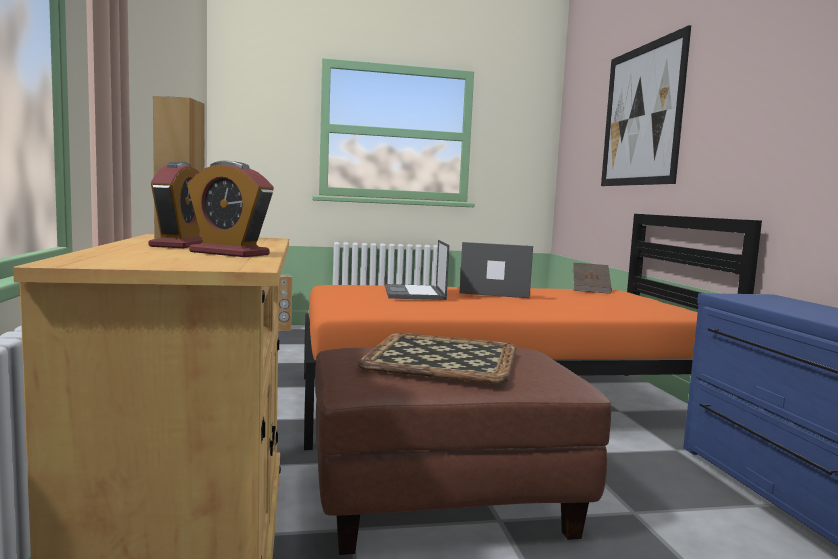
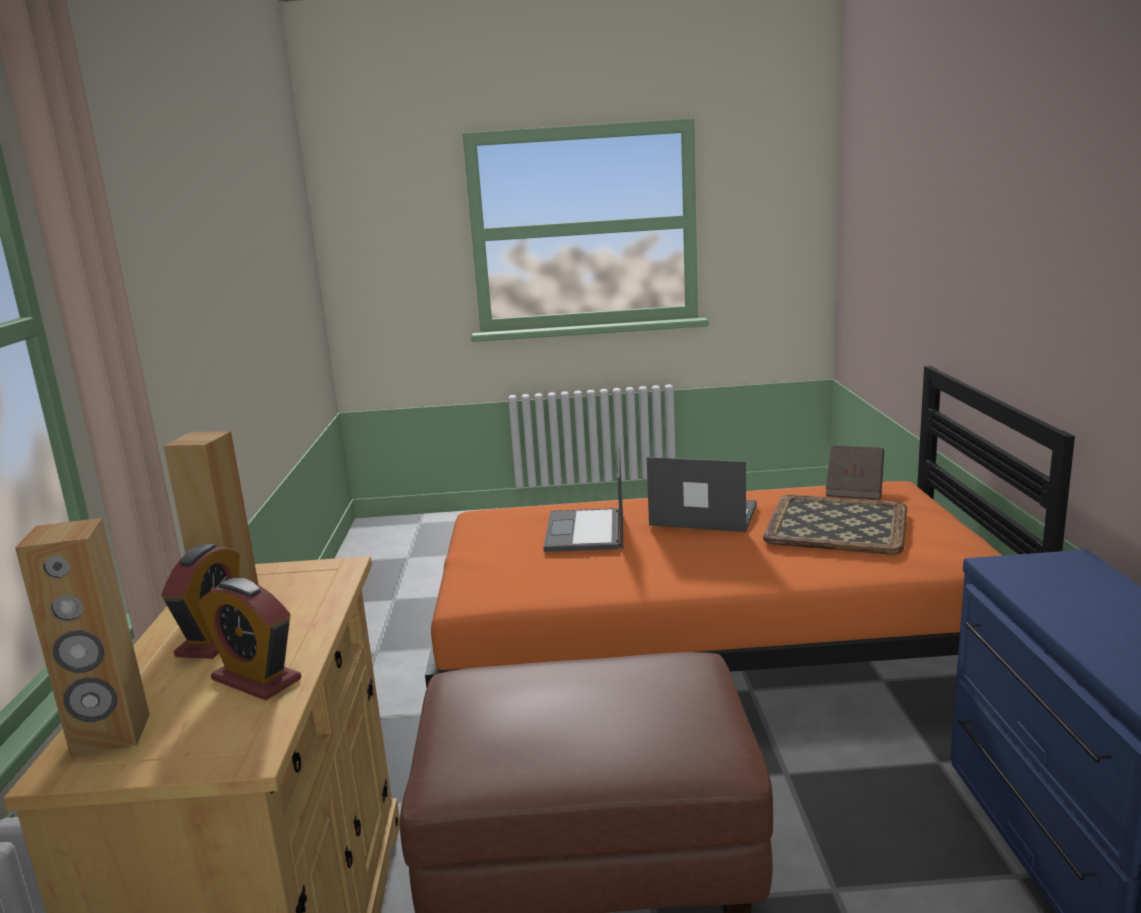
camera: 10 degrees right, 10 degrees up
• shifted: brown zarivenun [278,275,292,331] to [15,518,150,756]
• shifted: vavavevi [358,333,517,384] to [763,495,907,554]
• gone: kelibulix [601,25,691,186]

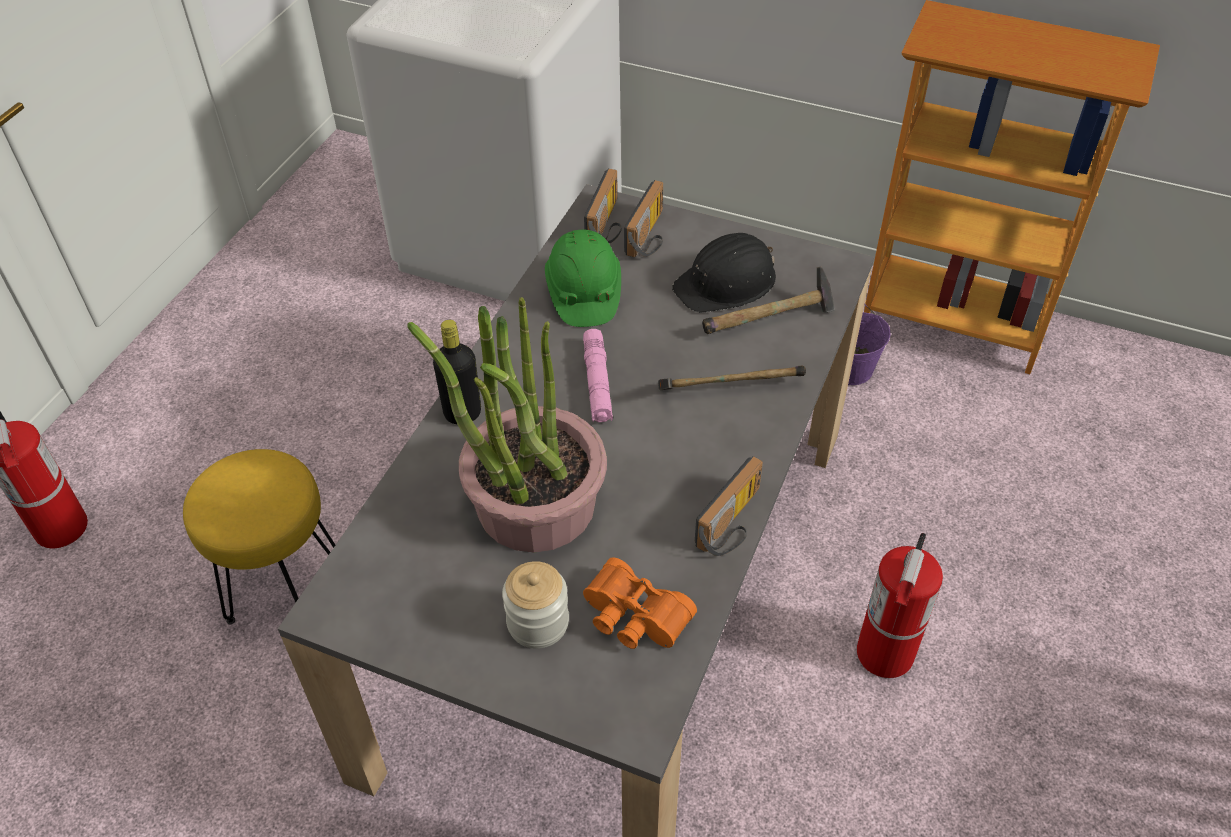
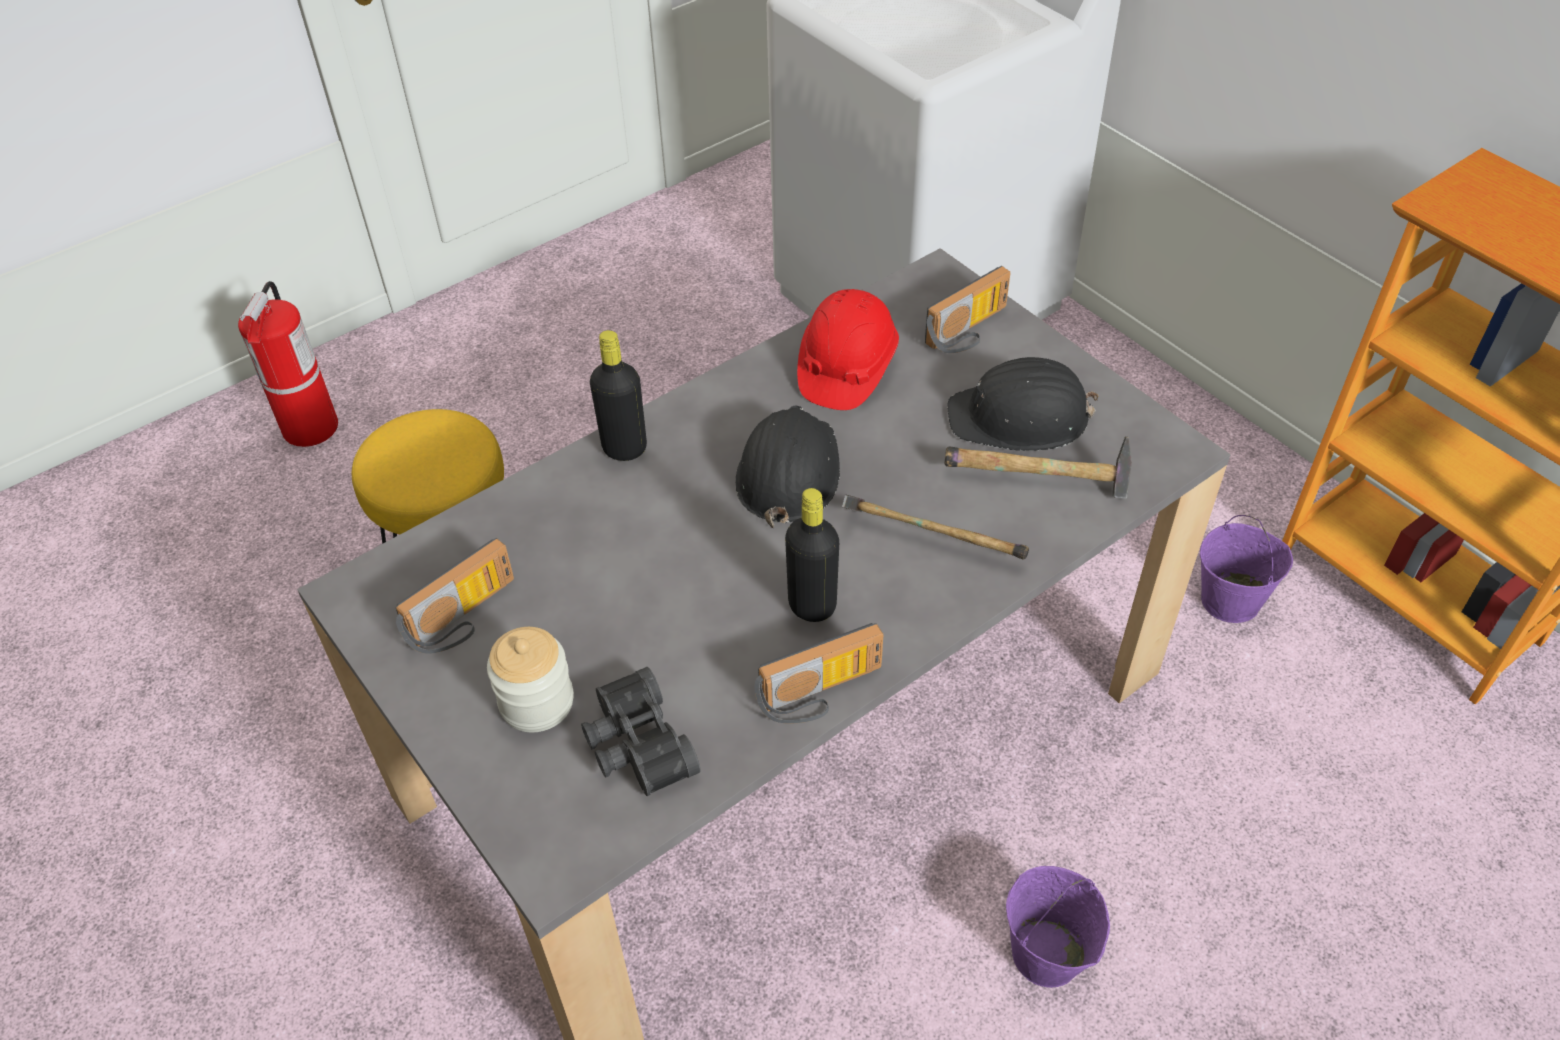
camera: 30 degrees right, 0 degrees up
• shifted: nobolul [584,169,622,244] to [396,538,514,654]
• repainted: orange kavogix [583,557,697,649] to black kavogix [581,667,701,796]
• swapped: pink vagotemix [583,329,613,422] to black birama [735,406,840,528]
• new: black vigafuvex [785,488,839,622]
• repainted: green birama [545,230,621,327] to red birama [797,289,899,410]
• swapped: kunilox [857,533,943,678] to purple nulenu [1006,866,1110,988]
• gone: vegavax [407,297,607,552]

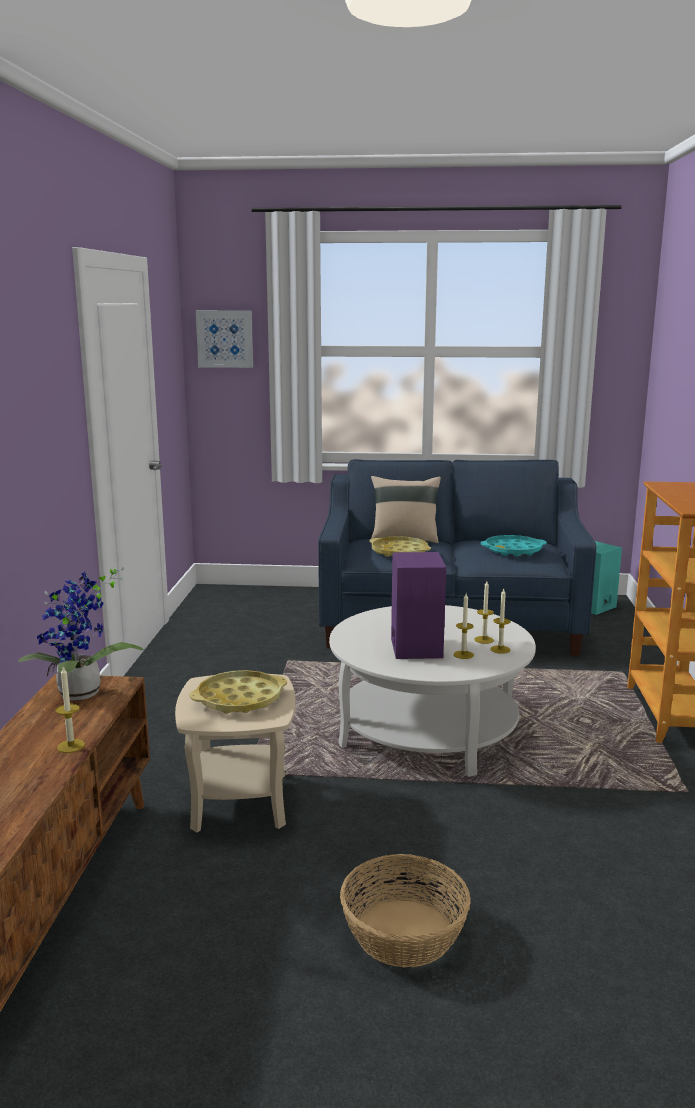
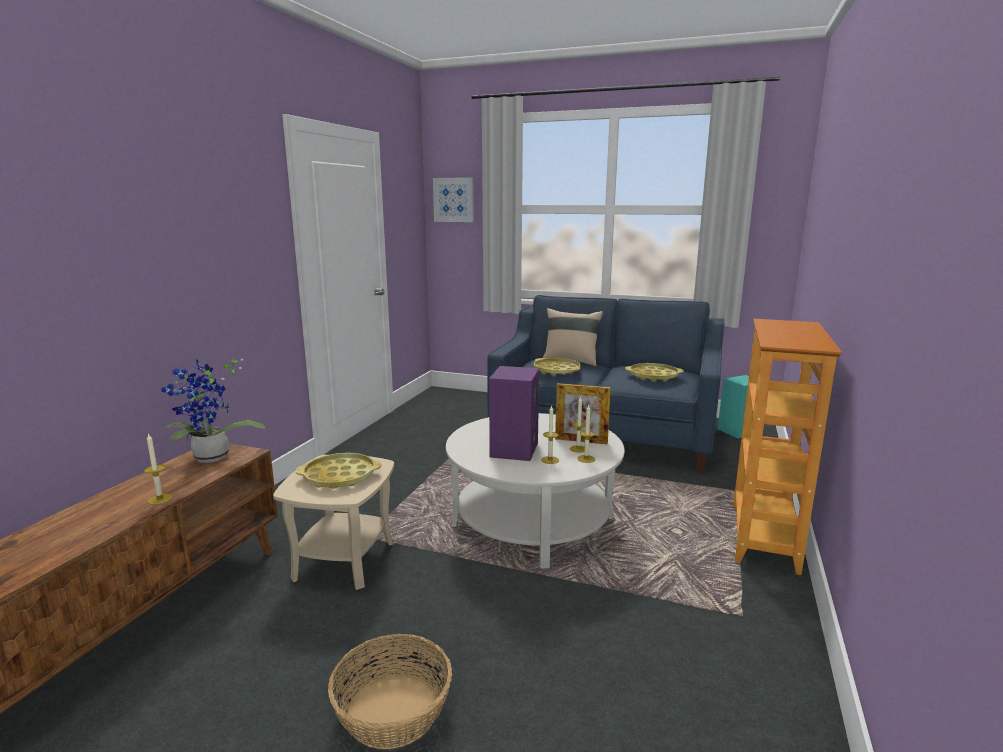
camera: 15 degrees right, 0 degrees up
• new: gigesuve [555,383,611,444]
• repainted: turquoise vavavevi [480,535,547,556] to yellow vavavevi [625,363,684,381]

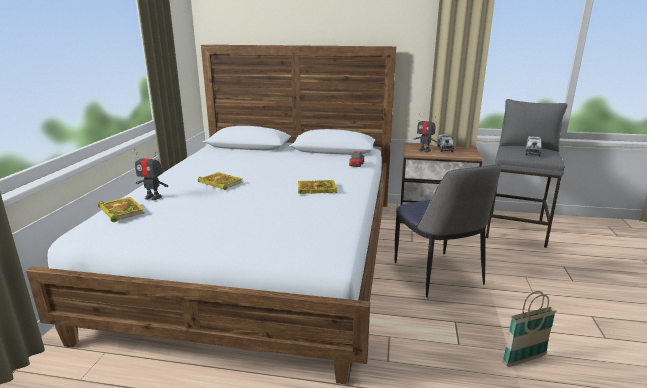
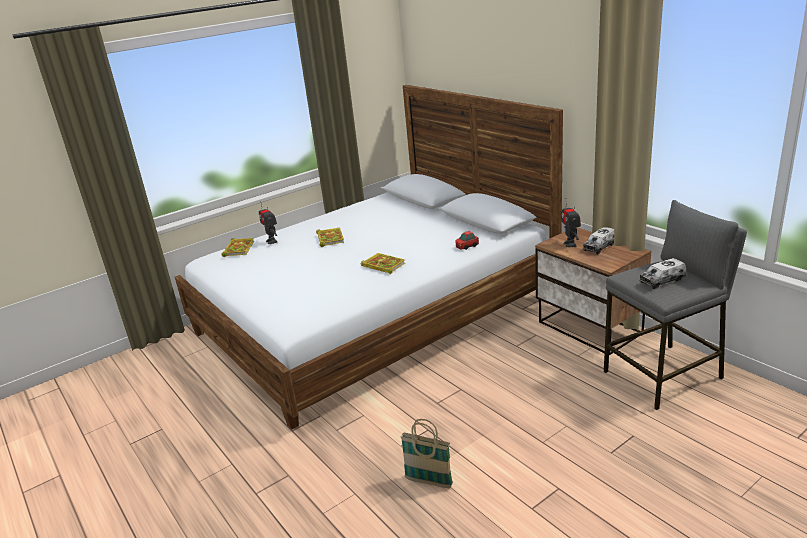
camera: 45 degrees right, 5 degrees up
• gone: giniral [395,164,501,297]

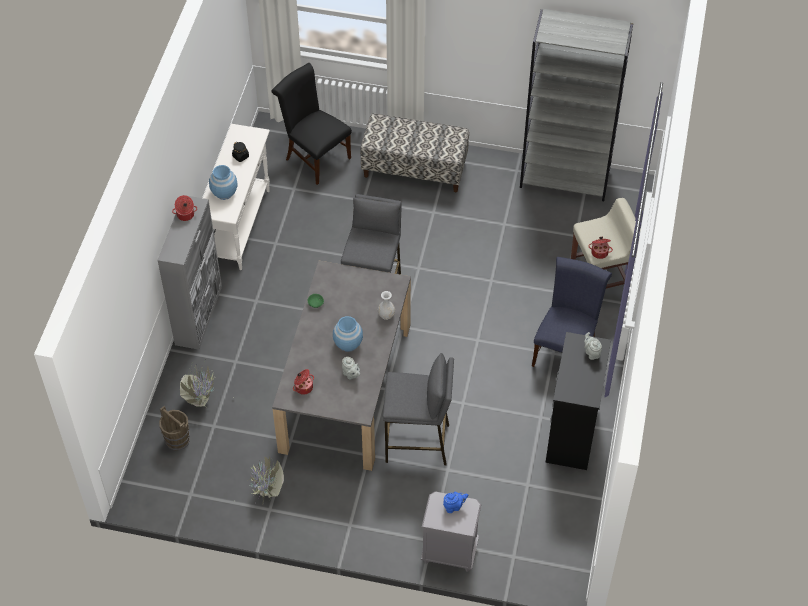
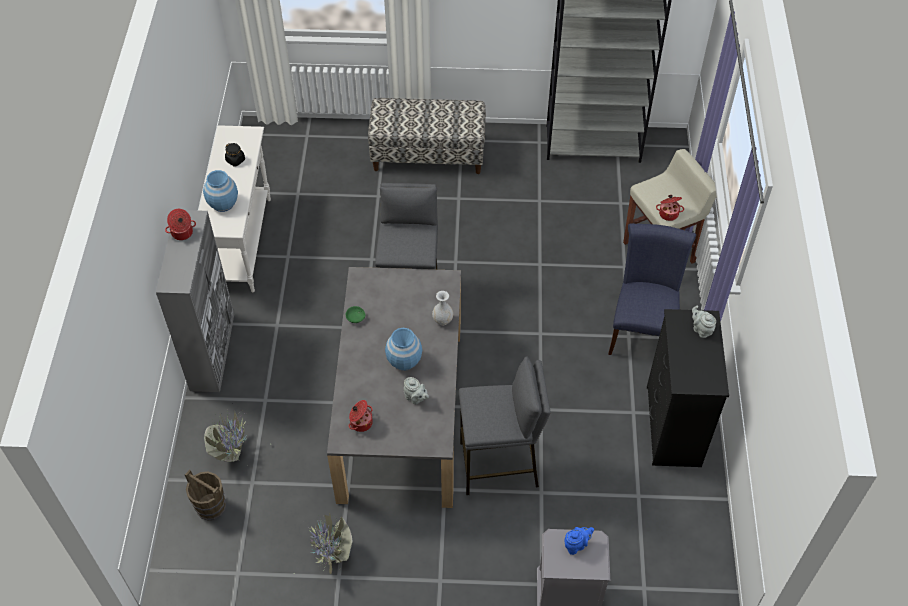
camera: 10 degrees left, 0 degrees up
• gone: black giniral [272,63,352,185]

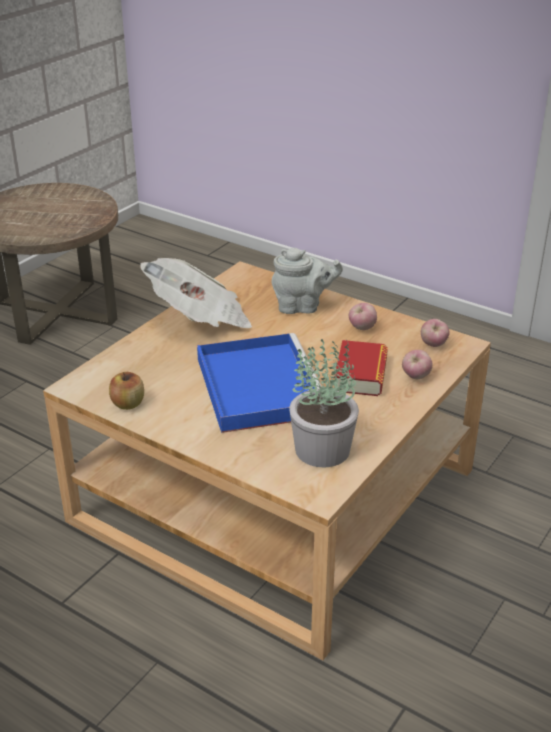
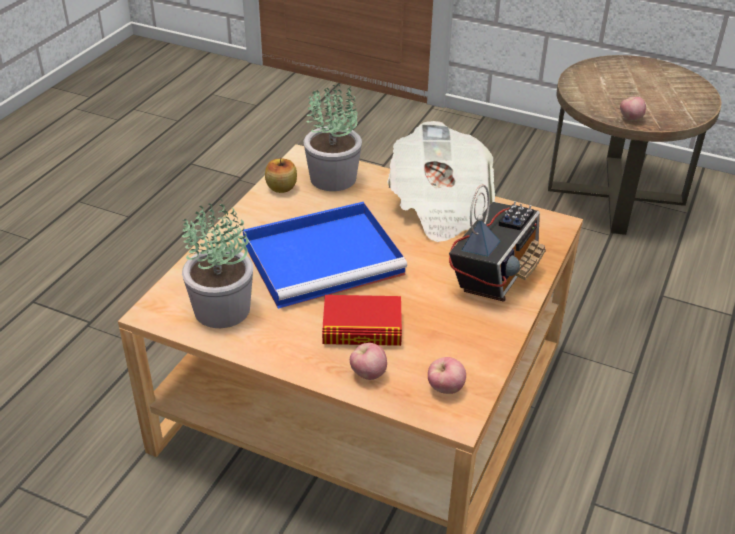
camera: 80 degrees right, 5 degrees up
• new: vegavax [304,83,362,191]
• swapped: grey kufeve [272,248,343,314] to nobolul [449,185,545,302]
• shifted: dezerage [349,303,377,330] to [620,97,646,120]

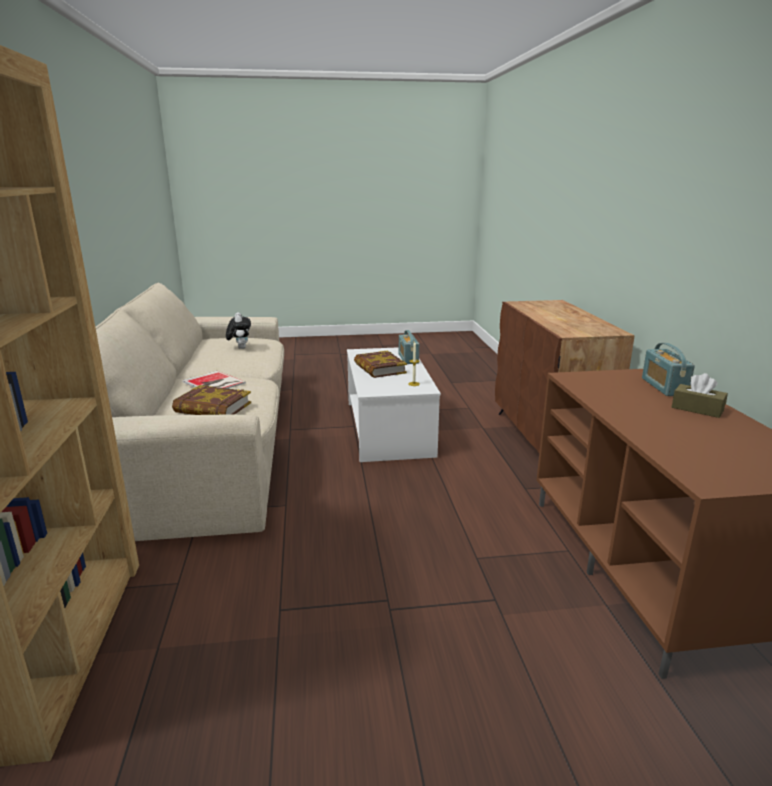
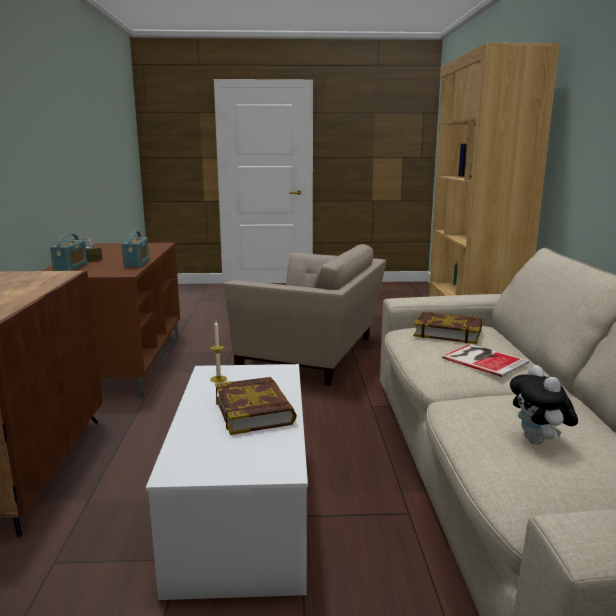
camera: 175 degrees left, 5 degrees down
• shifted: nobolul [399,330,419,364] to [122,231,149,268]
• new: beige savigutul [224,244,386,386]

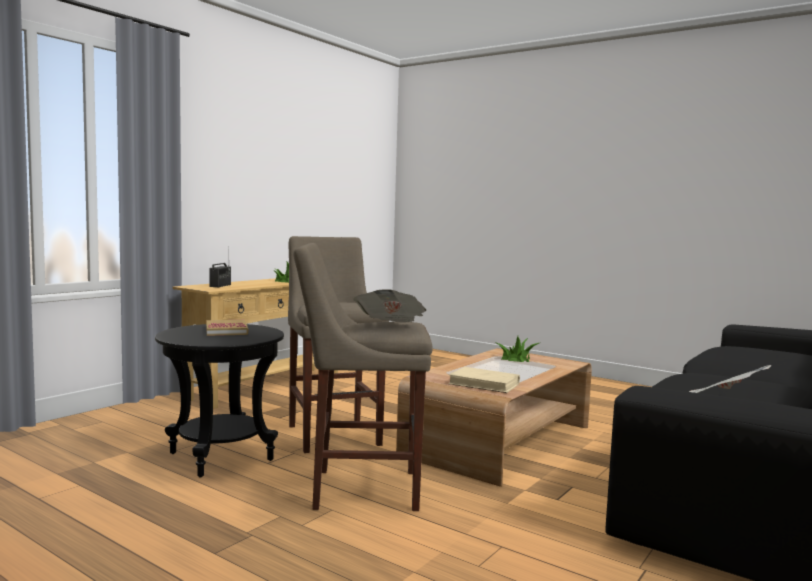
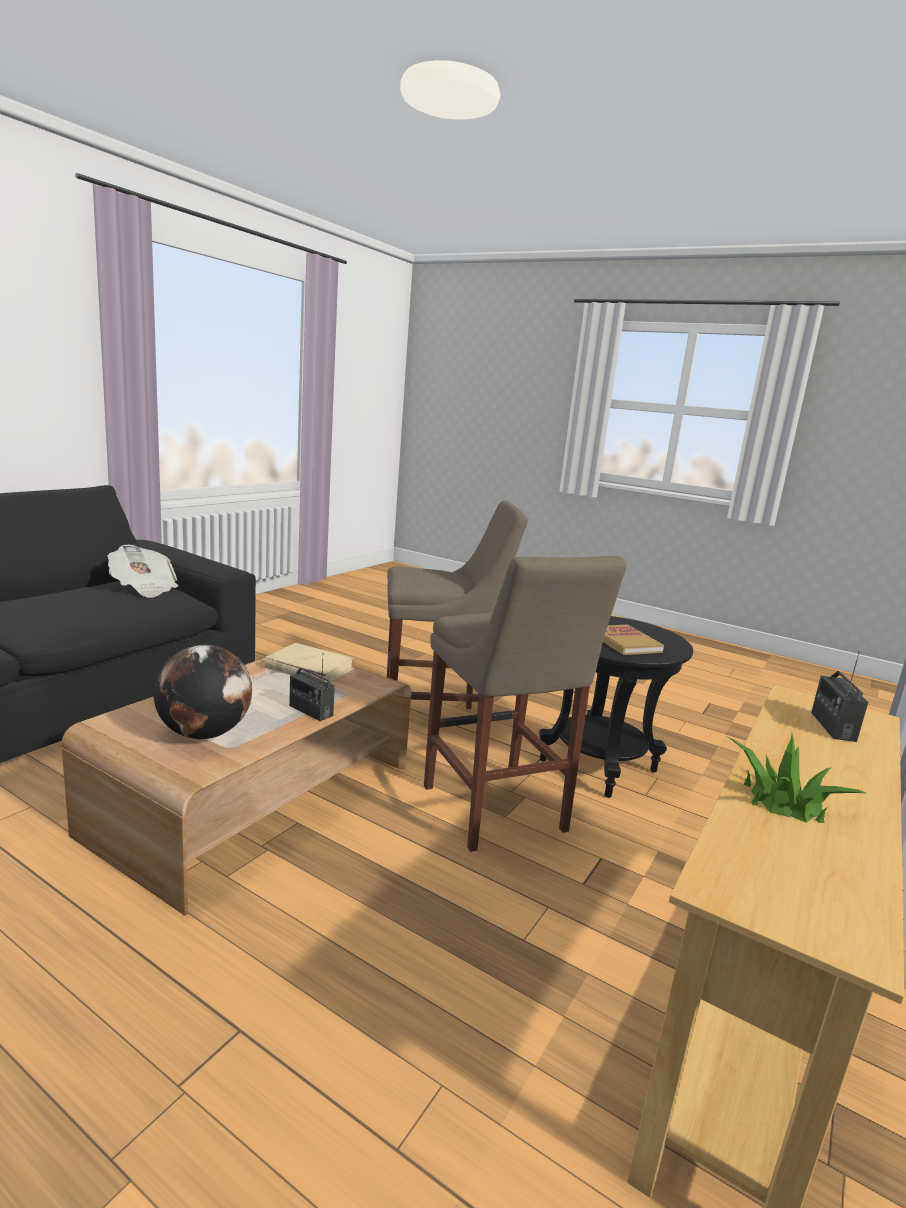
camera: 175 degrees right, 10 degrees up
• swapped: vegavax [497,336,539,362] to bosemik [153,645,252,739]
• new: nobolul [289,659,335,721]
• gone: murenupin [353,289,426,322]

